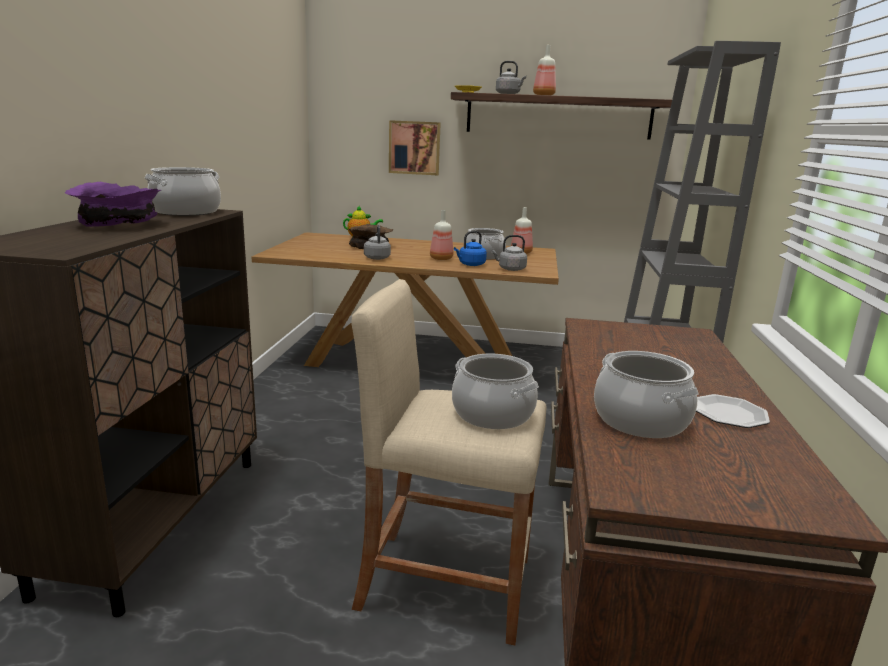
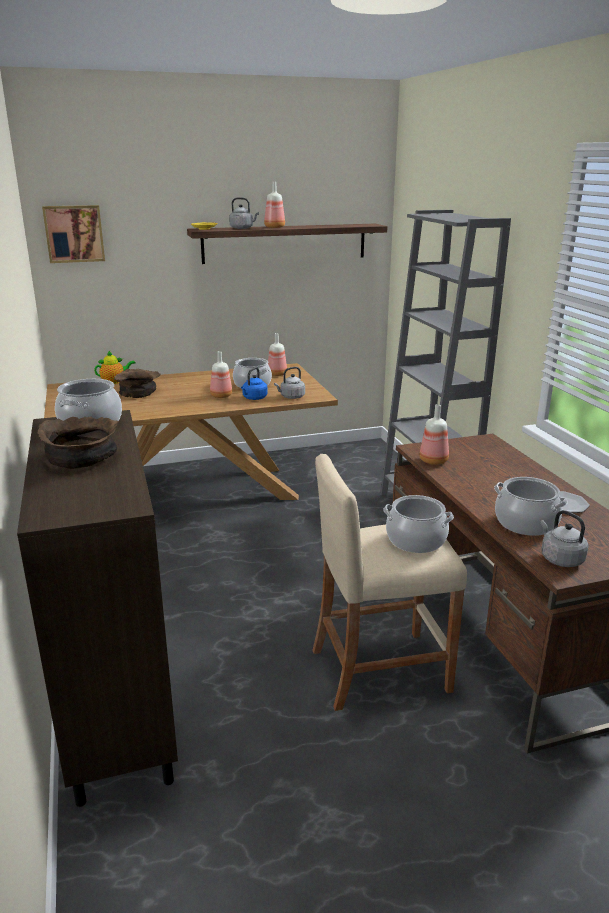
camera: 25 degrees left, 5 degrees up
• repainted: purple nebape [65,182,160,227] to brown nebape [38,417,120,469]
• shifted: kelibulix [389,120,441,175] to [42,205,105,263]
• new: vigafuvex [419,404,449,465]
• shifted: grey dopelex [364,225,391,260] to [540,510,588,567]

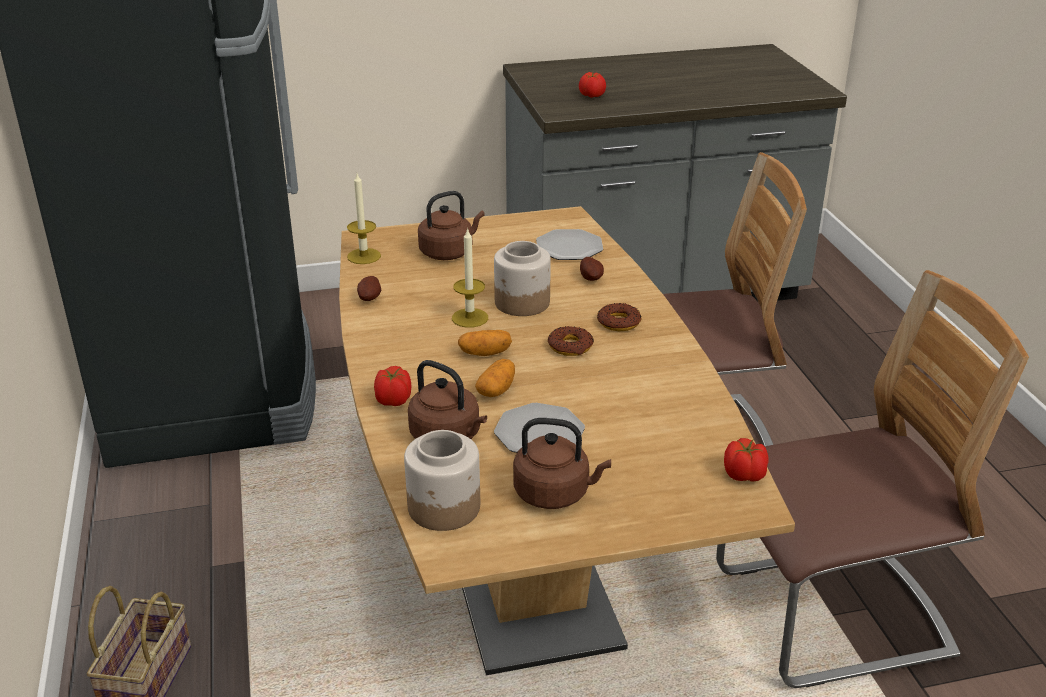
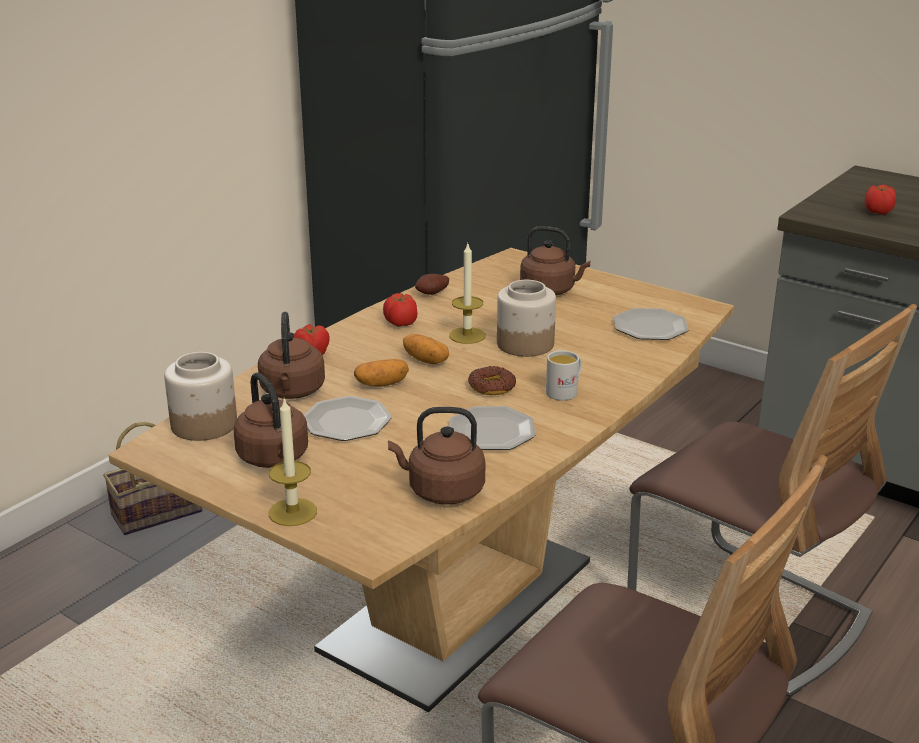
camera: 50 degrees right, 5 degrees down
• shifted: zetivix [347,174,381,264] to [269,398,317,526]
• shifted: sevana [724,438,769,481] to [383,293,417,327]
• new: brown dopelex [388,407,485,505]
• new: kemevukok [449,406,536,450]
• swapped: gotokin [597,303,642,331] to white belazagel [546,350,581,401]
• gone: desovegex [580,257,604,281]

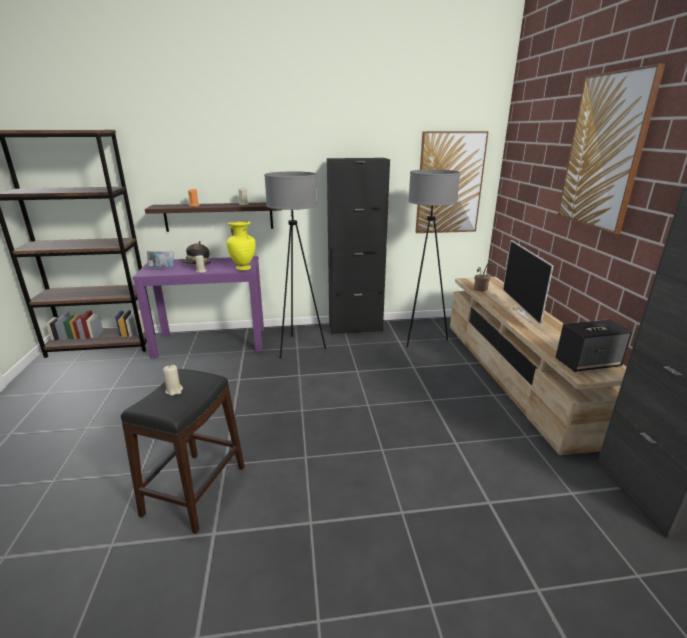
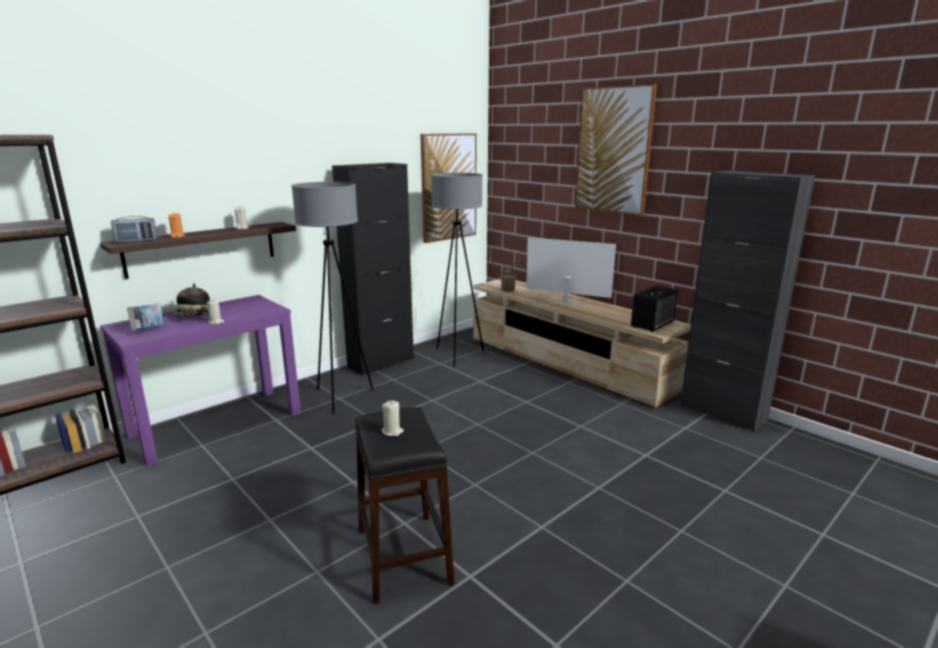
camera: 35 degrees left, 5 degrees down
• new: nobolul [111,216,158,243]
• rotated: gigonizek [503,240,553,325] = [526,237,616,304] 150 degrees clockwise
• gone: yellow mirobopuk [226,221,256,270]

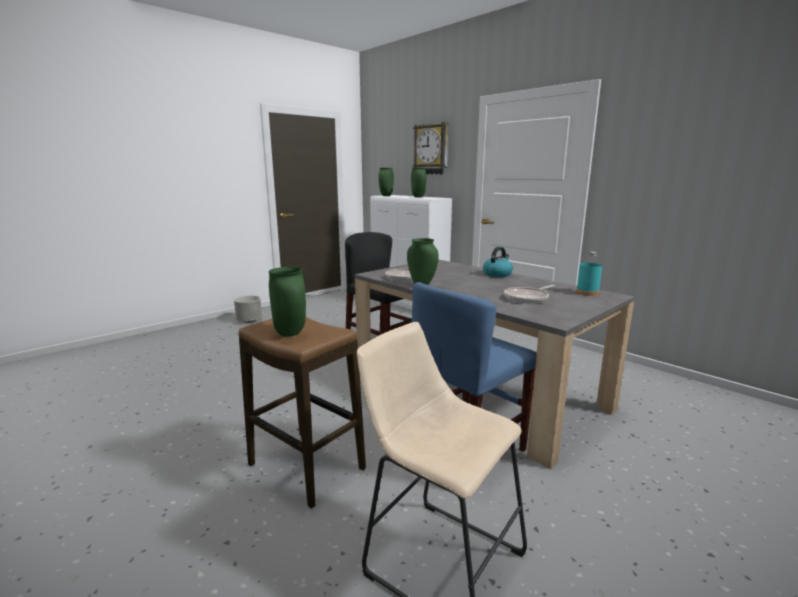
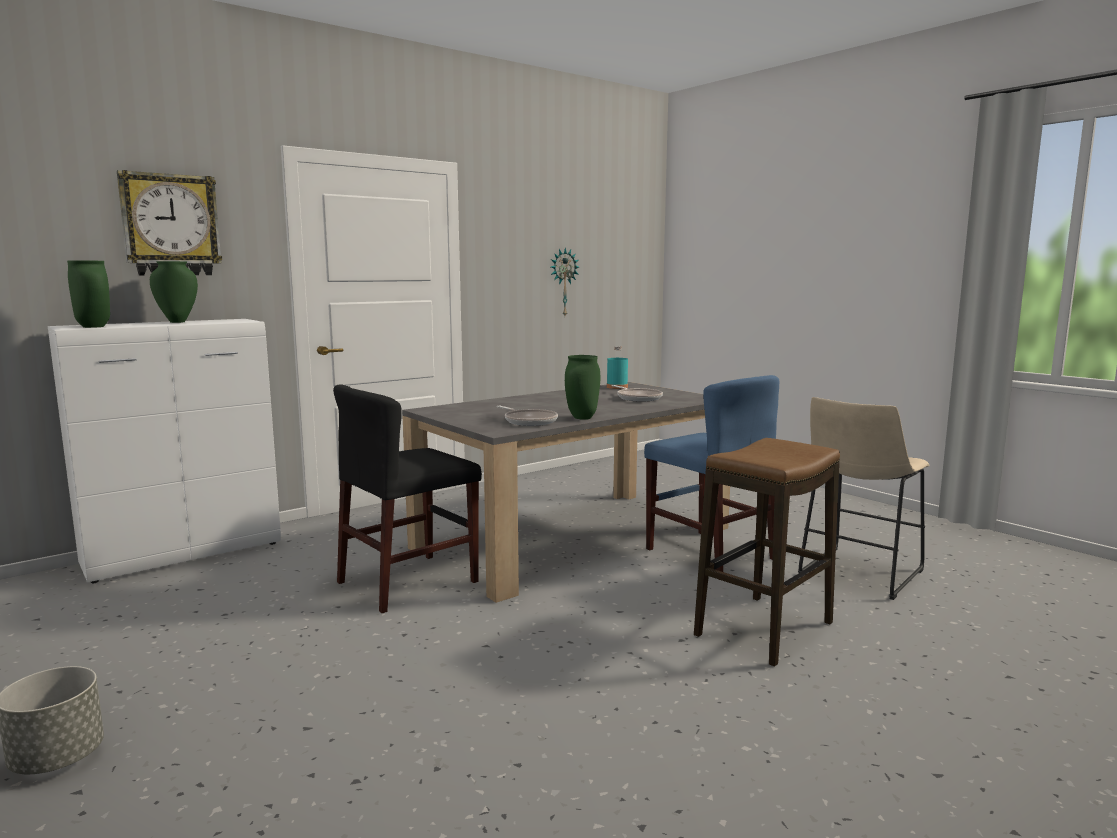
camera: 85 degrees left, 5 degrees down
• new: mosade [551,247,579,316]
• gone: green mirobopuk [269,267,306,337]
• gone: dopelex [483,247,513,277]

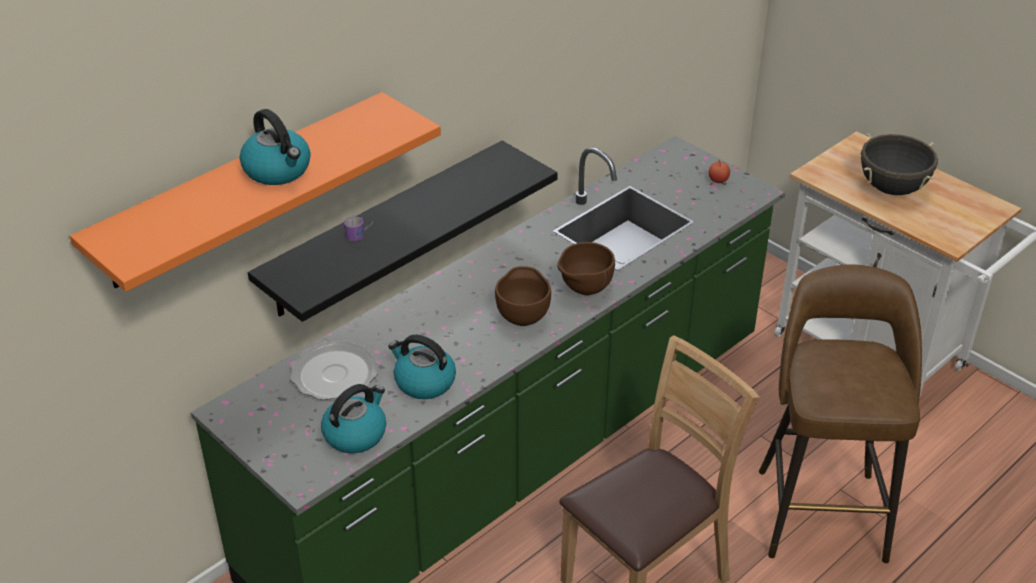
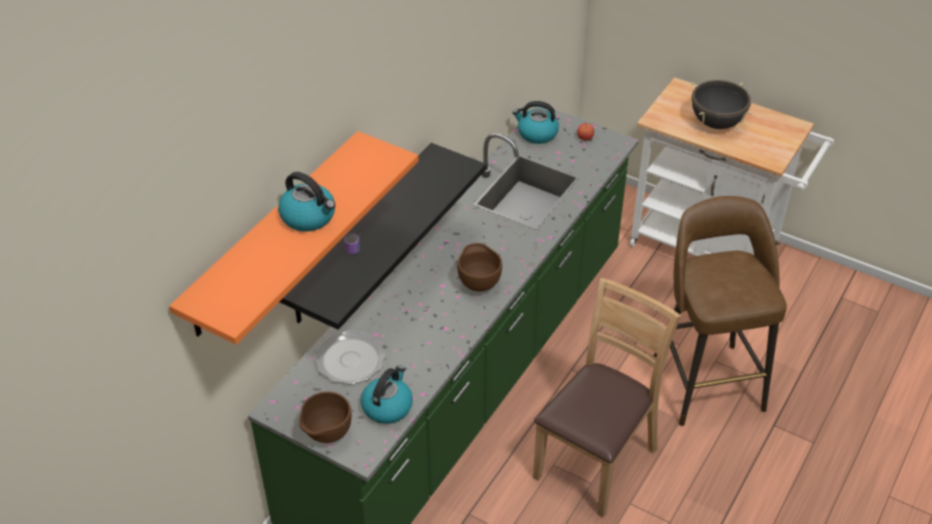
camera: 15 degrees left, 5 degrees up
• shifted: brown nebape [557,242,615,296] to [299,392,352,443]
• shifted: dopelex [388,335,456,399] to [512,101,559,144]

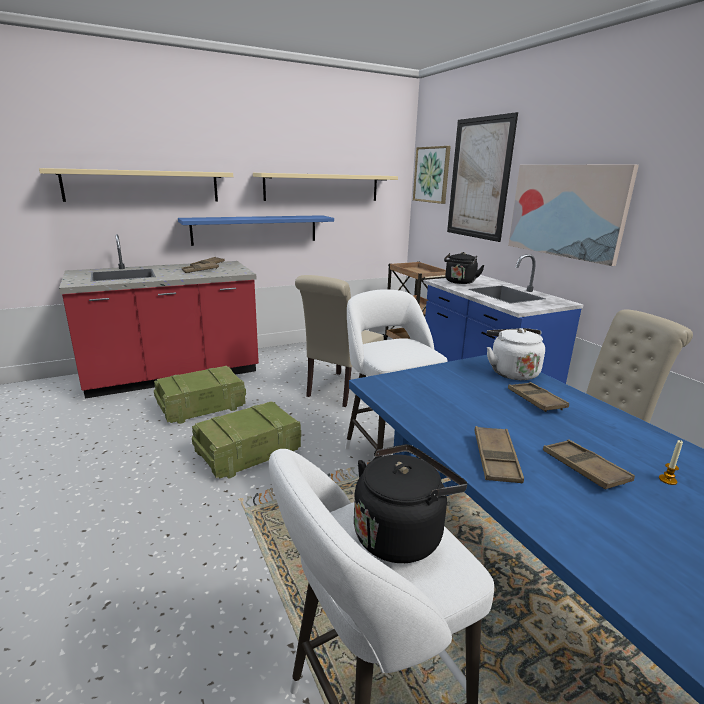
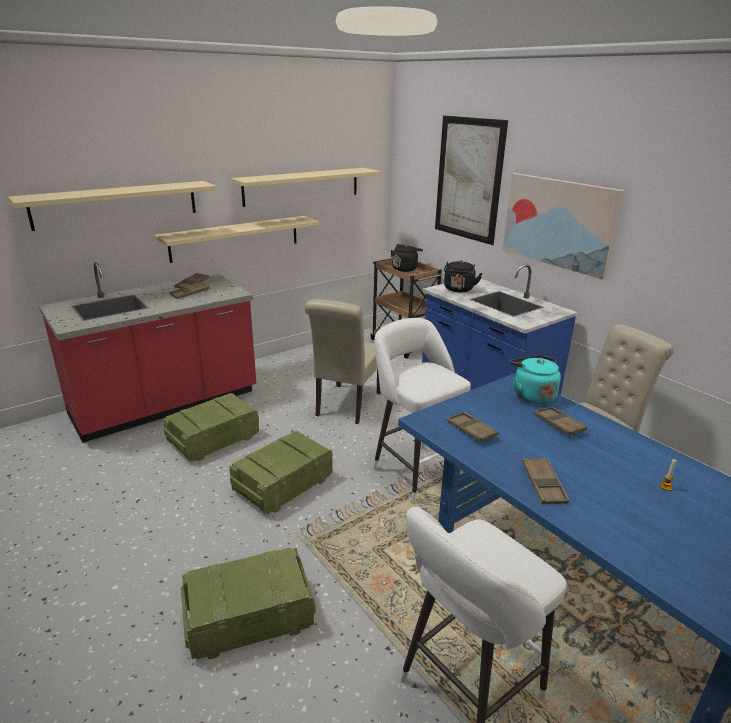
camera: 10 degrees left, 5 degrees up
• repainted: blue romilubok [178,215,334,246] to beige romilubok [155,216,319,263]
• new: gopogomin [181,547,316,659]
• shifted: black dopelex [354,444,467,563] to [391,244,423,272]
• shifted: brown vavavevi [543,440,635,489] to [446,412,499,442]
• repainted: white dopelex [487,328,545,380] to turquoise dopelex [509,355,561,404]
• gone: kelibulix [413,146,451,204]

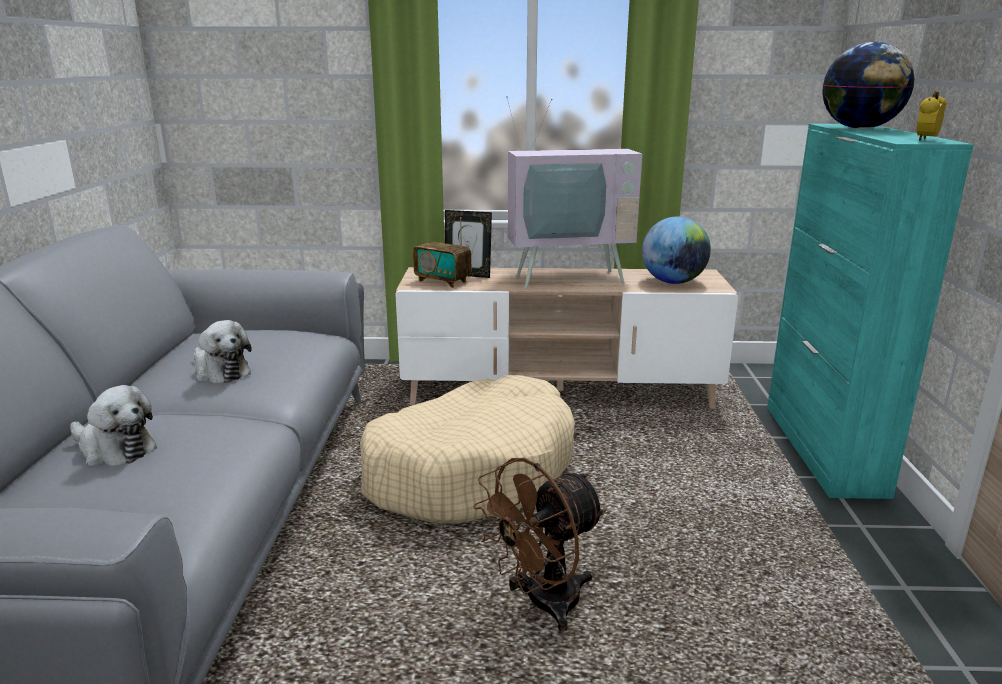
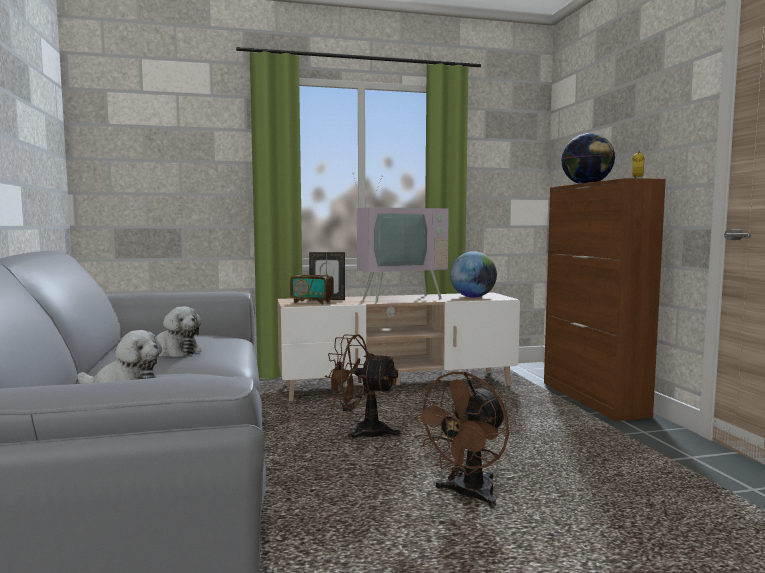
camera: 15 degrees left, 15 degrees down
• swapped: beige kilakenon [360,375,575,524] to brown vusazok [325,334,400,440]
• repainted: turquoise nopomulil [767,124,974,499] to brown nopomulil [544,178,666,421]

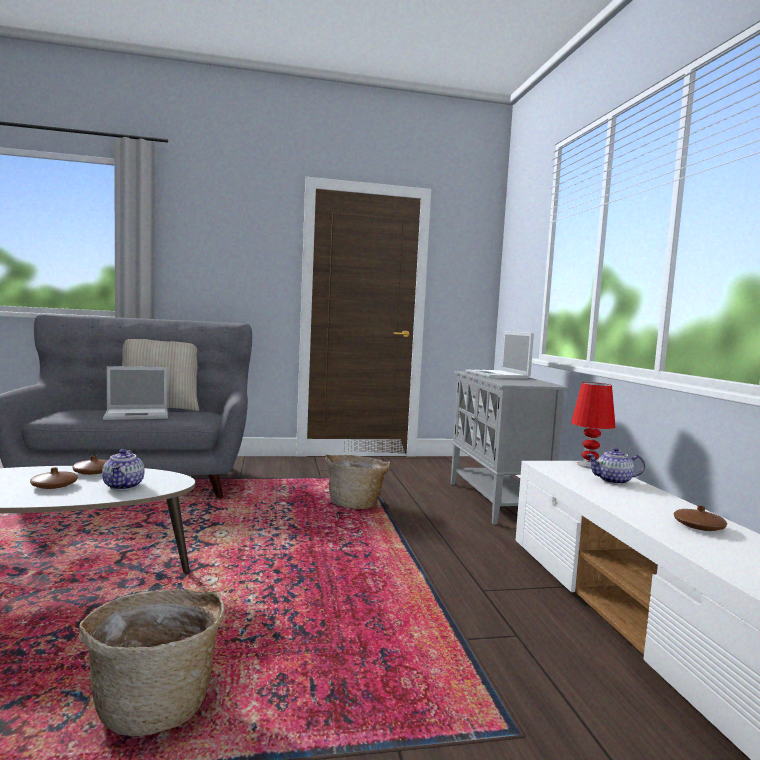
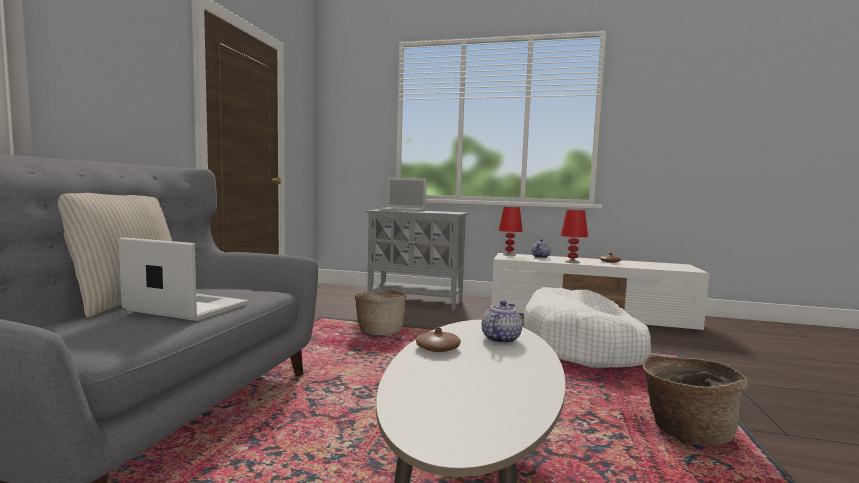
camera: 65 degrees left, 0 degrees up
• rotated: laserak [103,366,168,420] = [119,237,248,321] 75 degrees counterclockwise
• rotated: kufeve [102,449,144,490] = [482,300,522,344] 75 degrees counterclockwise
• new: white kilakenon [524,287,651,368]
• new: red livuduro [561,210,588,263]
• gone: brown mirobopuk [30,467,78,489]

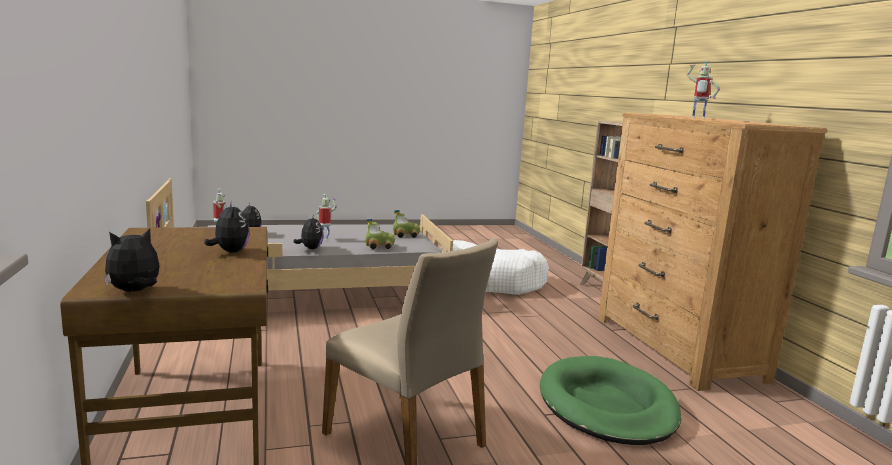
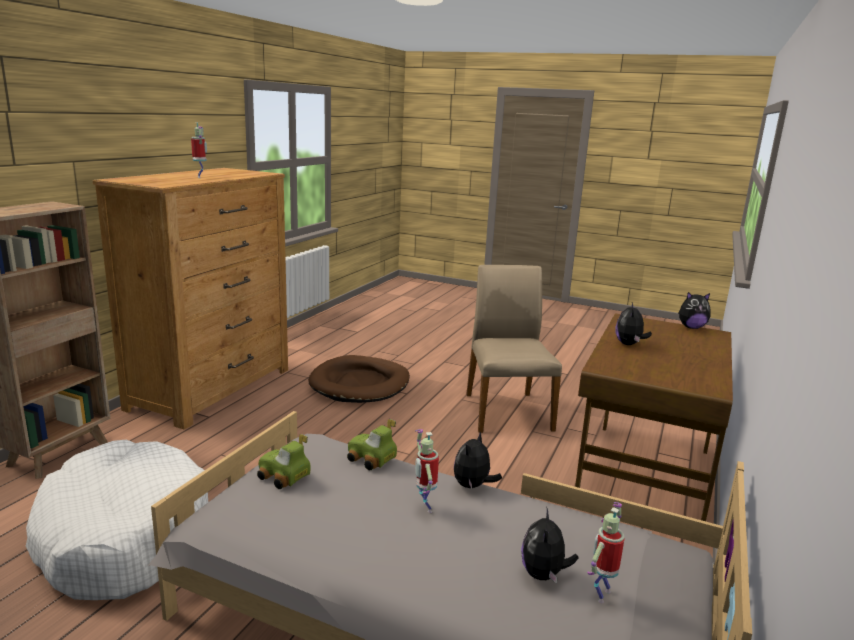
camera: 140 degrees left, 5 degrees up
• repainted: green kilakenon [540,356,681,445] to brown kilakenon [308,355,410,403]

